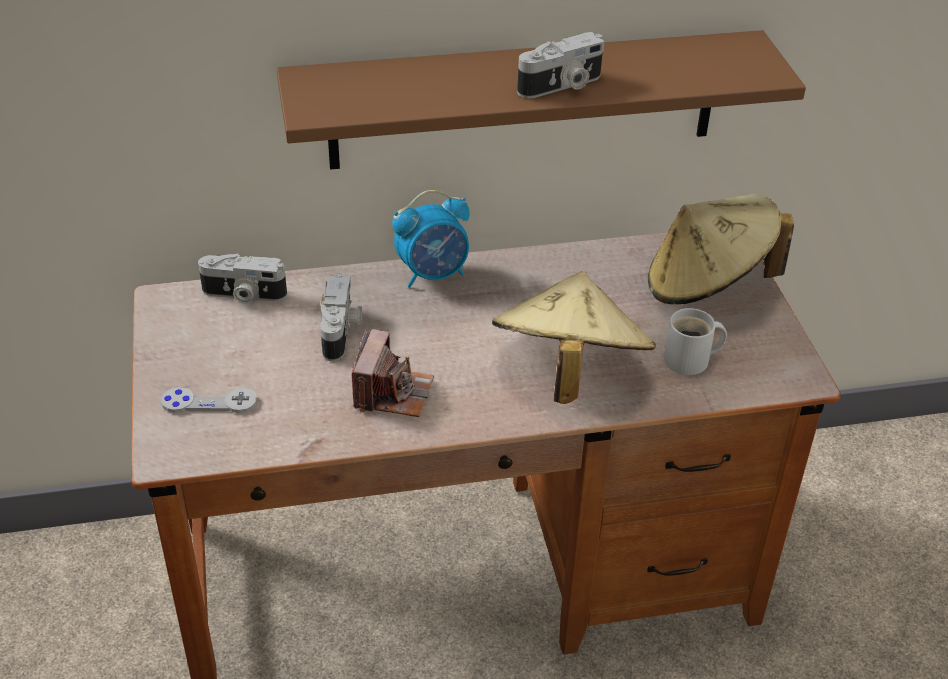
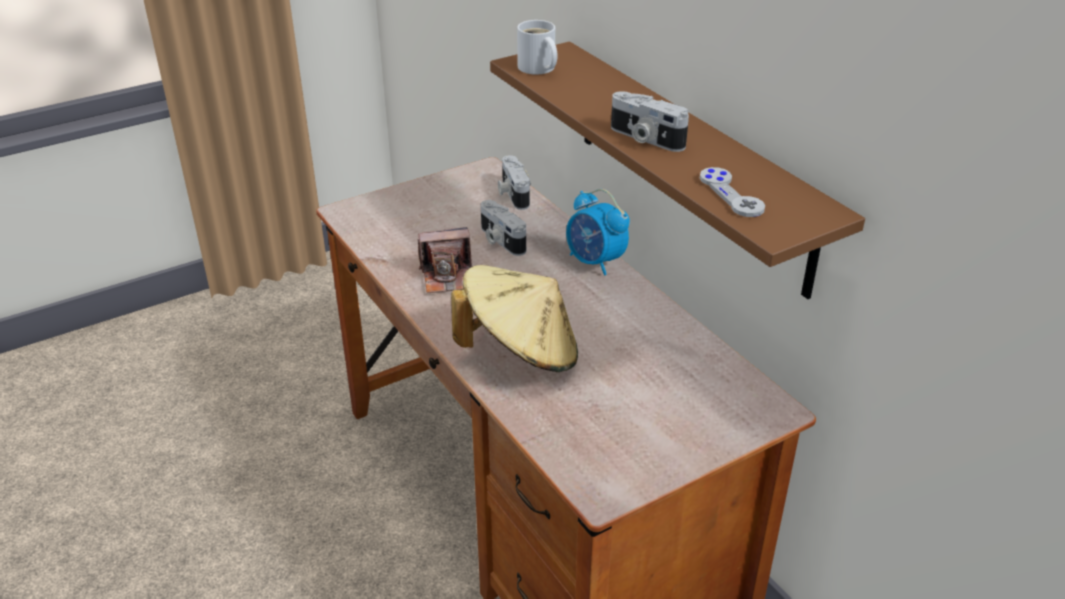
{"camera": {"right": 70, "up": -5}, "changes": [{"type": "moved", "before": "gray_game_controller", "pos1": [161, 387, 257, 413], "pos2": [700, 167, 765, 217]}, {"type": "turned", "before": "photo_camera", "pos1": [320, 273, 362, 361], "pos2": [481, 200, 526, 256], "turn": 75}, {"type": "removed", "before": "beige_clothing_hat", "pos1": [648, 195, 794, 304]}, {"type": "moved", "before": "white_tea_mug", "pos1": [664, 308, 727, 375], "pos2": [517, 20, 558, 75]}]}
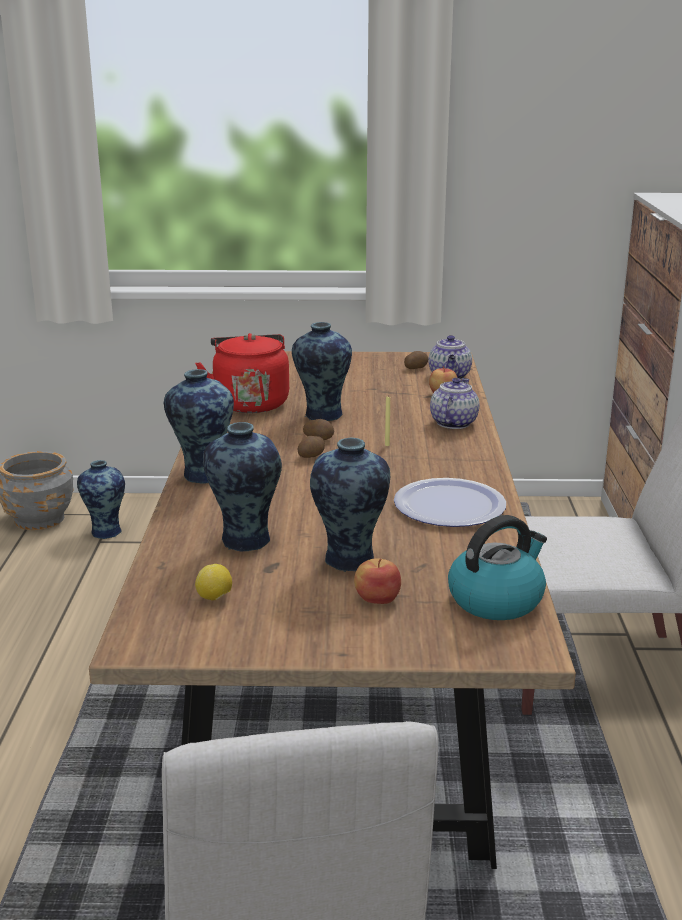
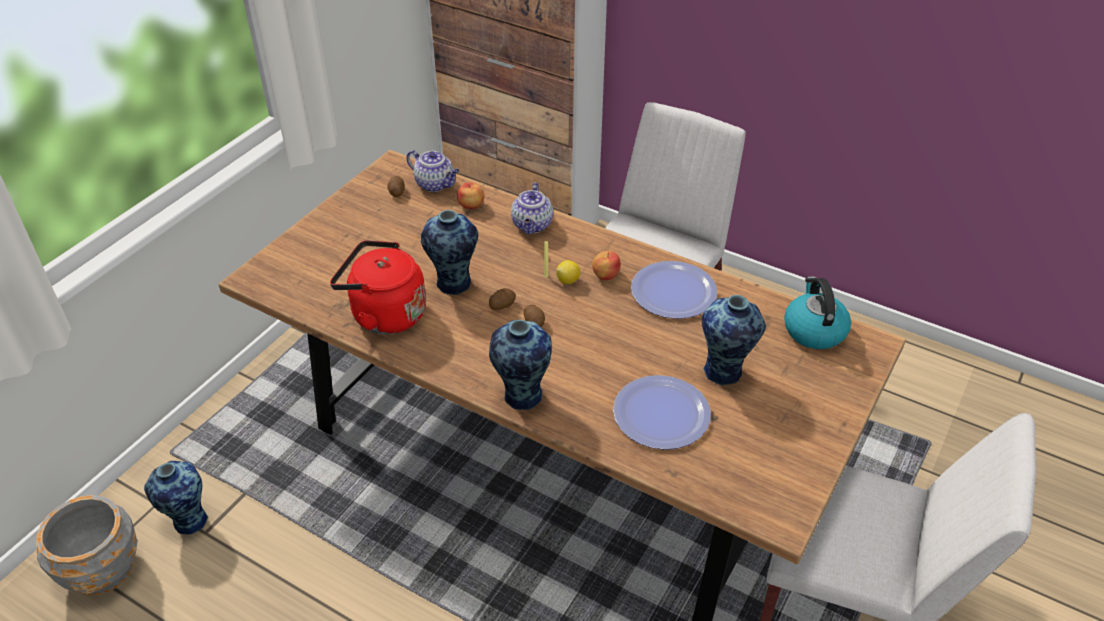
{"camera": {"right": -60, "up": 20}, "changes": [{"type": "moved", "before": "lemon", "pos1": [195, 564, 232, 601], "pos2": [556, 260, 580, 284]}, {"type": "replaced", "before": "decorative_vase", "after": "flat_dish", "pos1": [203, 422, 282, 551], "pos2": [613, 375, 711, 450]}, {"type": "moved", "before": "apple", "pos1": [354, 559, 401, 604], "pos2": [592, 251, 621, 280]}, {"type": "turned", "before": "pot_for_tea", "pos1": [430, 378, 479, 429], "pos2": [511, 182, 553, 234], "turn": -135}]}
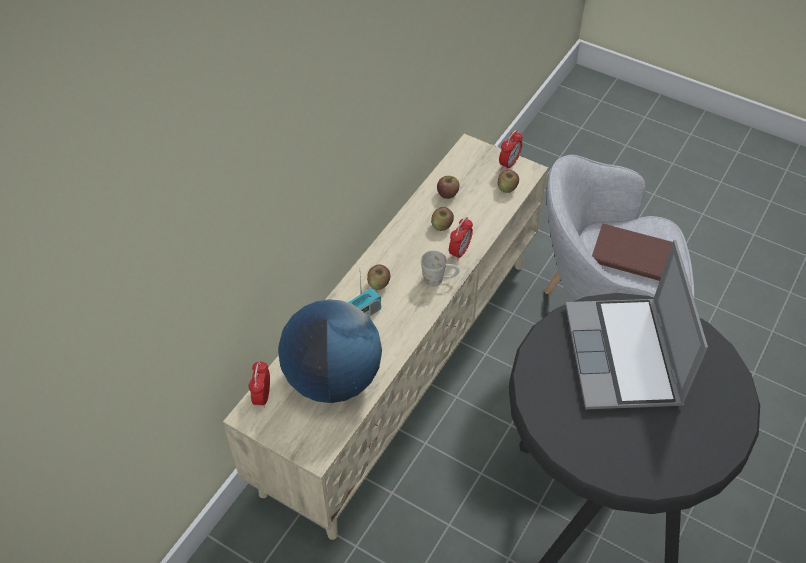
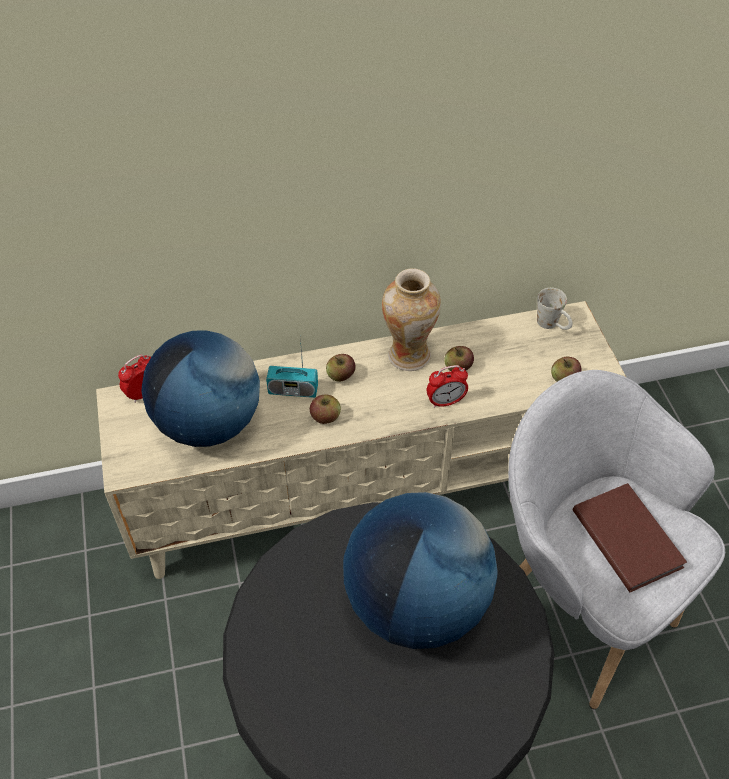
{"camera": {"right": 45, "up": 0}, "changes": [{"type": "moved", "before": "white_tea_mug", "pos1": [421, 250, 459, 287], "pos2": [537, 288, 572, 330]}, {"type": "moved", "before": "apple", "pos1": [437, 176, 460, 199], "pos2": [310, 395, 341, 424]}, {"type": "removed", "before": "alarm_clock", "pos1": [499, 130, 523, 170]}, {"type": "replaced", "before": "portable_computer", "after": "world_globe", "pos1": [565, 240, 708, 410], "pos2": [343, 492, 498, 649]}, {"type": "added", "after": "decorative_vase", "pos2": [382, 268, 441, 371]}]}
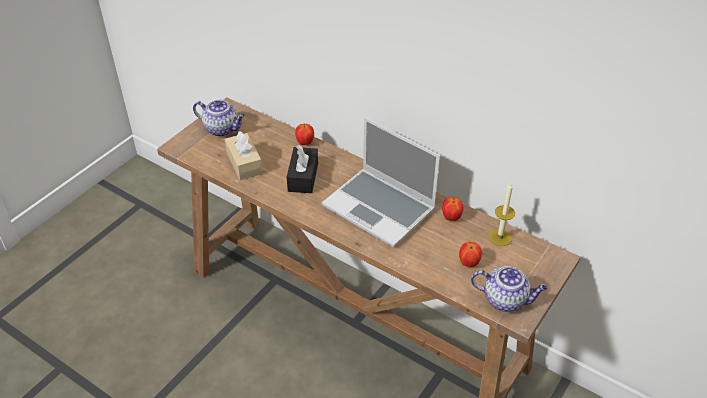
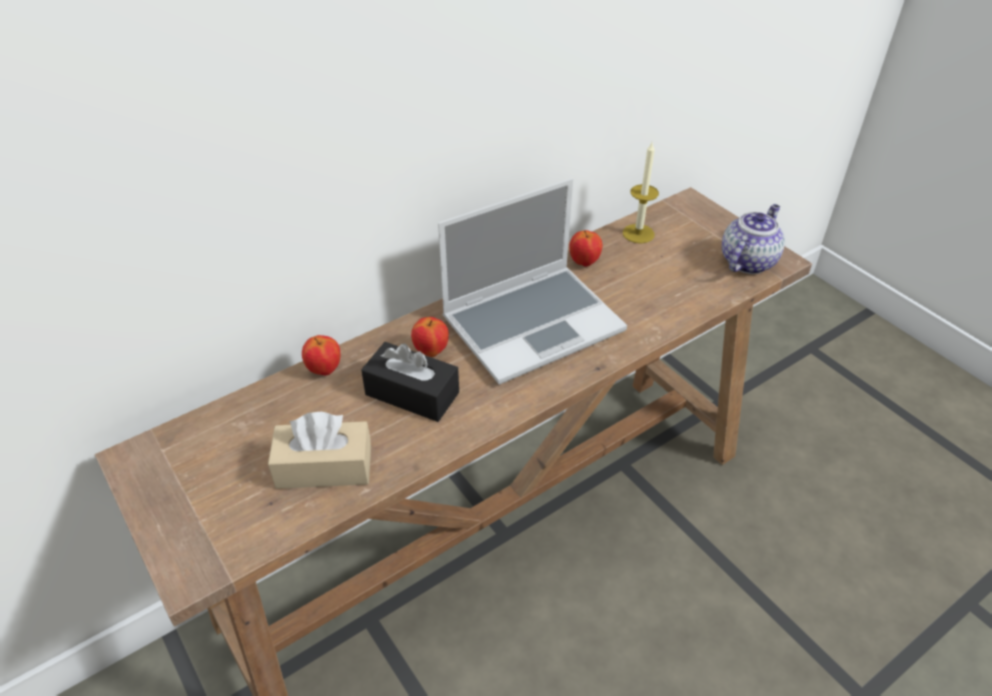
{"camera": {"right": -70, "up": 0}, "changes": [{"type": "removed", "before": "pot_for_tea", "pos1": [193, 100, 245, 137]}, {"type": "moved", "before": "apple", "pos1": [459, 242, 482, 267], "pos2": [411, 317, 449, 357]}]}
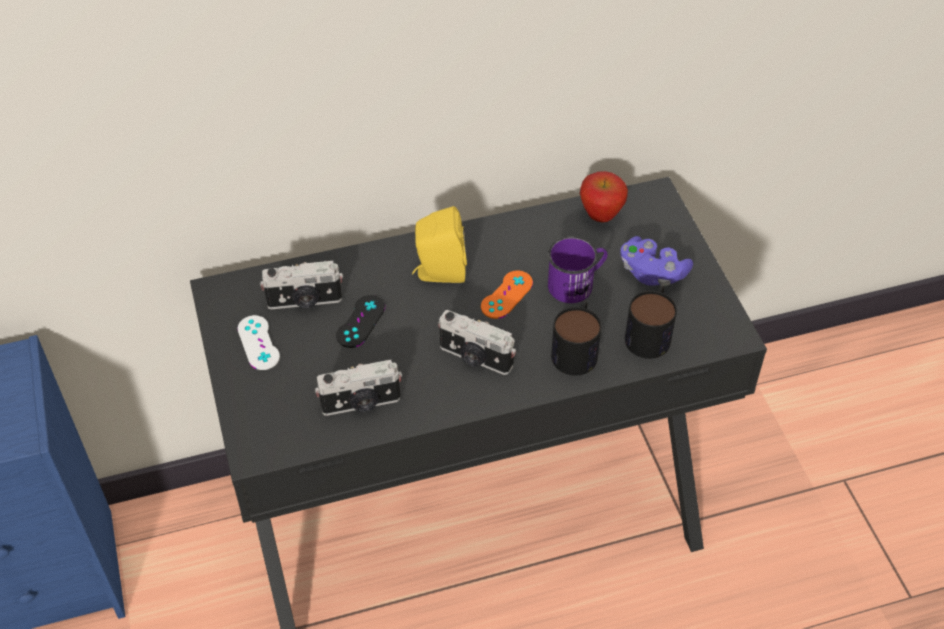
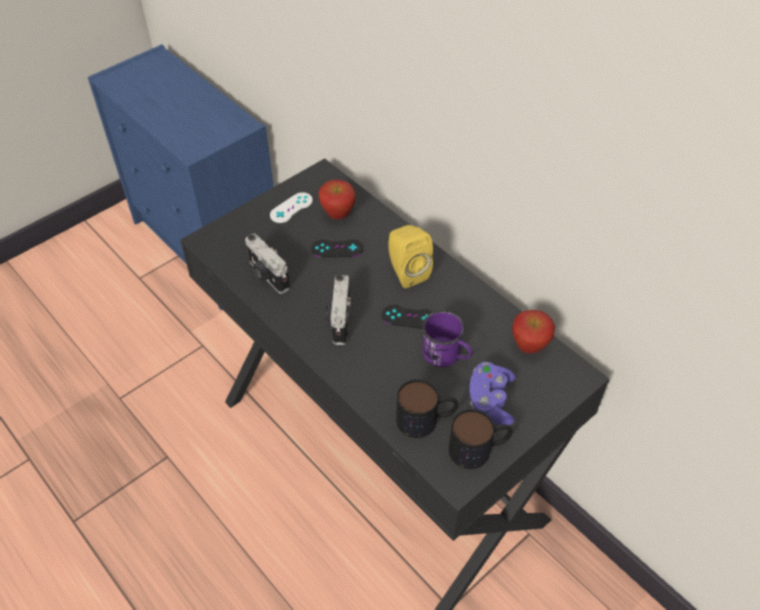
{"camera": {"right": 65, "up": 0}, "changes": [{"type": "replaced", "before": "photo_camera", "after": "apple", "pos1": [260, 260, 343, 309], "pos2": [319, 180, 356, 220]}, {"type": "recoloured", "before": "orangey_game_controller", "after": "blackish_game_controller", "pos1": [481, 271, 533, 319], "pos2": [382, 305, 433, 329]}, {"type": "moved", "before": "tea_mug", "pos1": [551, 301, 601, 376], "pos2": [449, 409, 512, 469]}]}
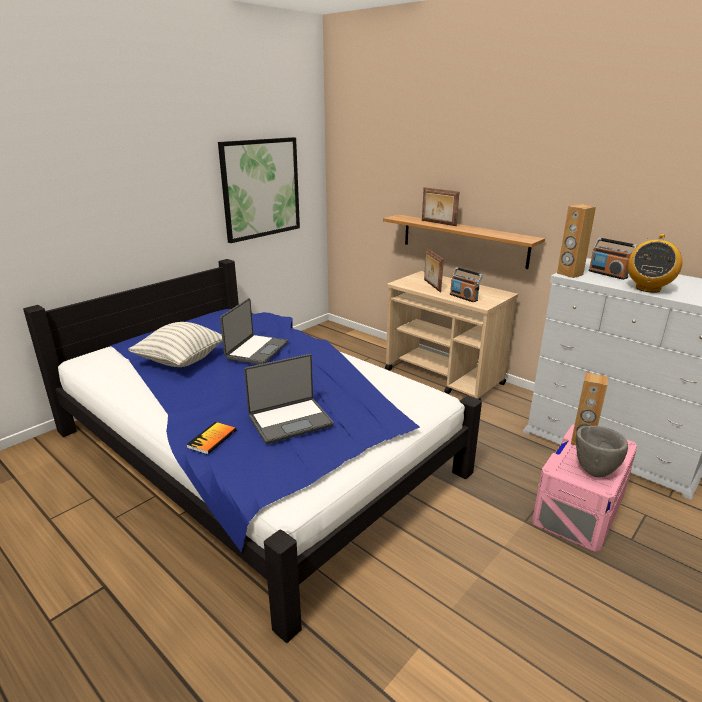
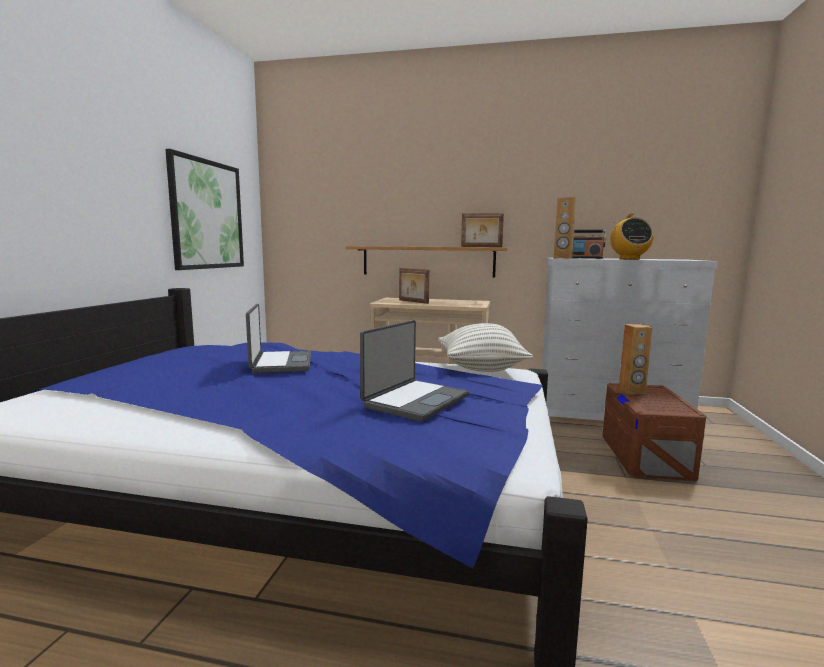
{"camera": {"right": -30, "up": -15}, "changes": [{"type": "moved", "before": "pillow", "pos1": [128, 322, 223, 367], "pos2": [439, 323, 533, 372]}, {"type": "removed", "before": "volume", "pos1": [186, 422, 236, 455]}, {"type": "moved", "before": "standing_frame", "pos1": [422, 187, 459, 226], "pos2": [461, 213, 504, 247]}, {"type": "removed", "before": "radio_set", "pos1": [450, 267, 483, 302]}, {"type": "recoloured", "before": "pinkish_storage_container", "after": "brown_storage_container", "pos1": [532, 424, 637, 552], "pos2": [603, 383, 706, 481]}, {"type": "removed", "before": "gray_serving_bowl", "pos1": [576, 426, 628, 478]}]}
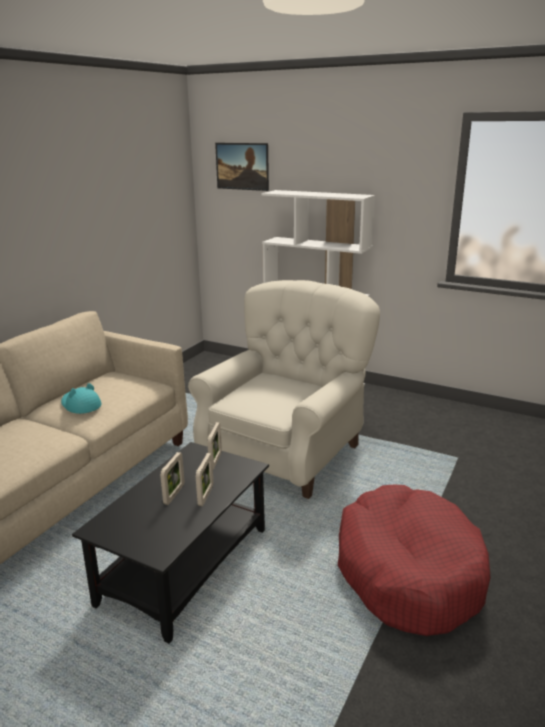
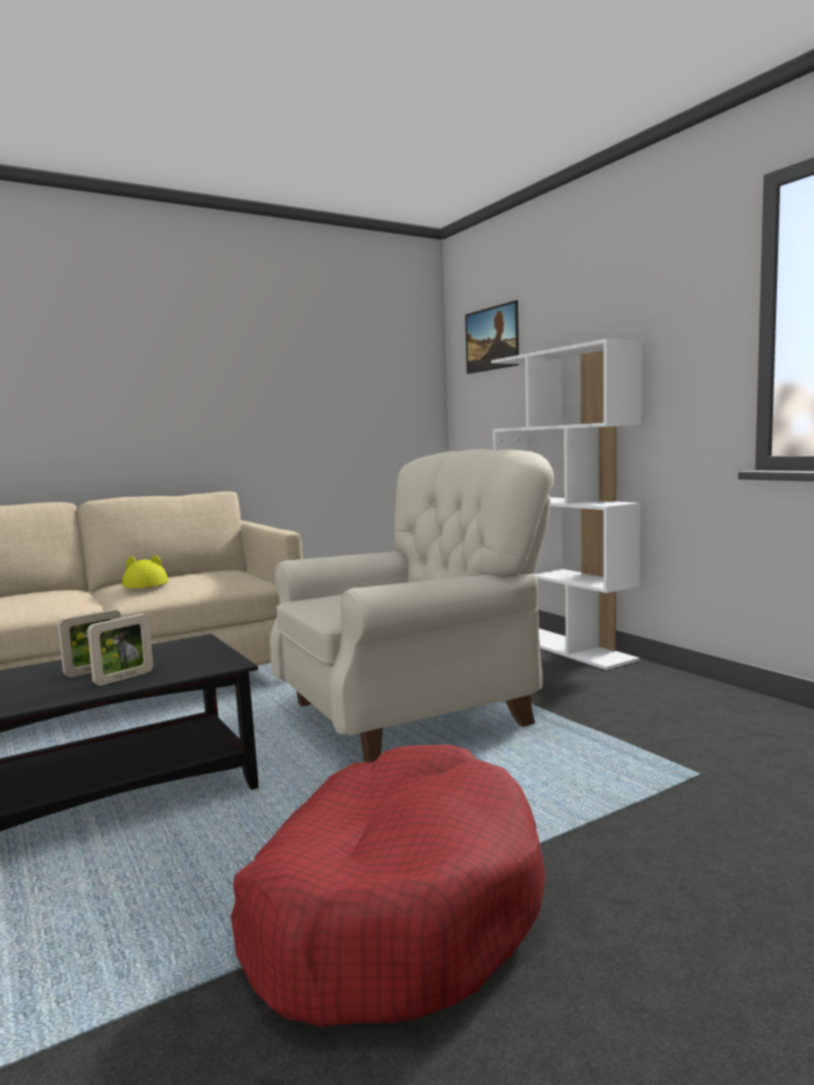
{"camera": {"right": 30, "up": -15}, "changes": [{"type": "recoloured", "before": "turquoise_clothing_hat", "after": "yellowish_clothing_hat", "pos1": [61, 383, 101, 414], "pos2": [122, 555, 168, 588]}, {"type": "removed", "before": "standing_frame", "pos1": [207, 422, 222, 470]}]}
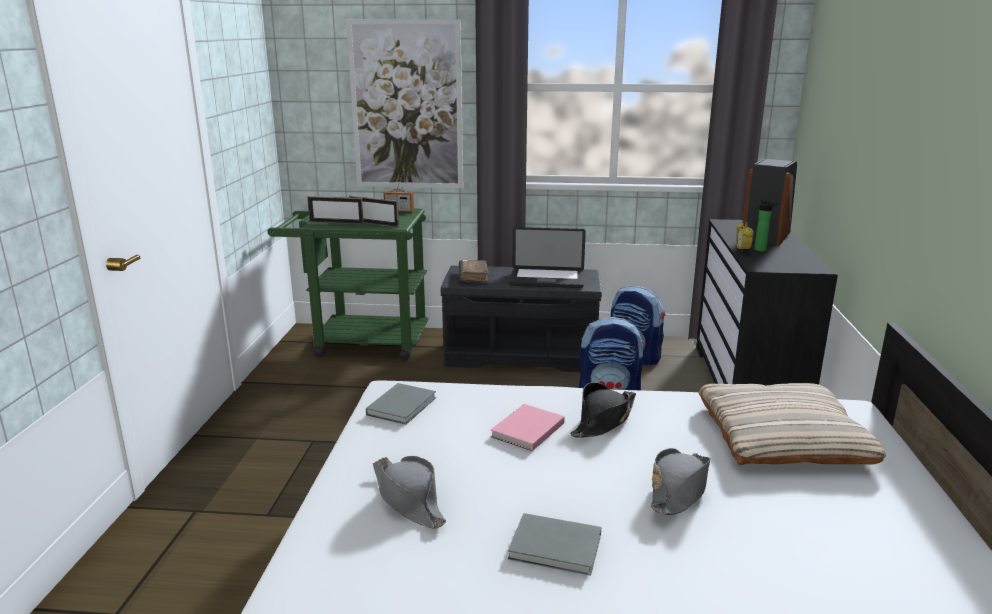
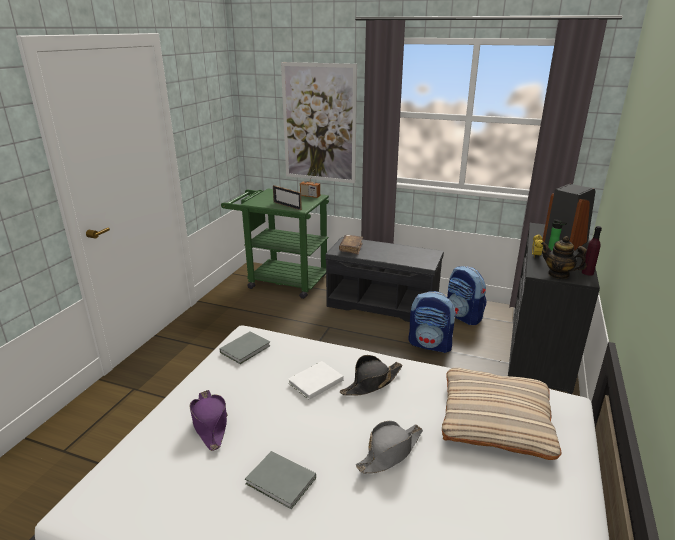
{"camera": {"right": 15, "up": 5}, "changes": [{"type": "removed", "before": "standing_frame", "pos1": [307, 196, 364, 224]}, {"type": "recoloured", "before": "gray_clothing_hat", "after": "purple-coloured_clothing_hat", "pos1": [373, 456, 446, 529], "pos2": [190, 390, 228, 451]}, {"type": "recoloured", "before": "pinkish_volume", "after": "white_volume", "pos1": [490, 404, 565, 451], "pos2": [288, 361, 343, 400]}, {"type": "removed", "before": "portable_computer", "pos1": [509, 227, 586, 288]}, {"type": "added", "after": "pot_for_tea", "pos2": [541, 236, 587, 279]}, {"type": "added", "after": "purple-coloured_beverage_bottle", "pos2": [582, 226, 602, 276]}]}
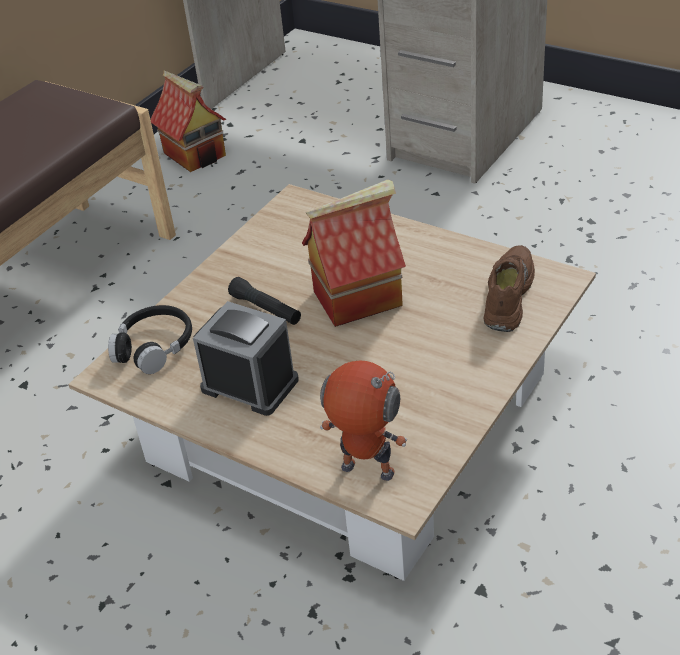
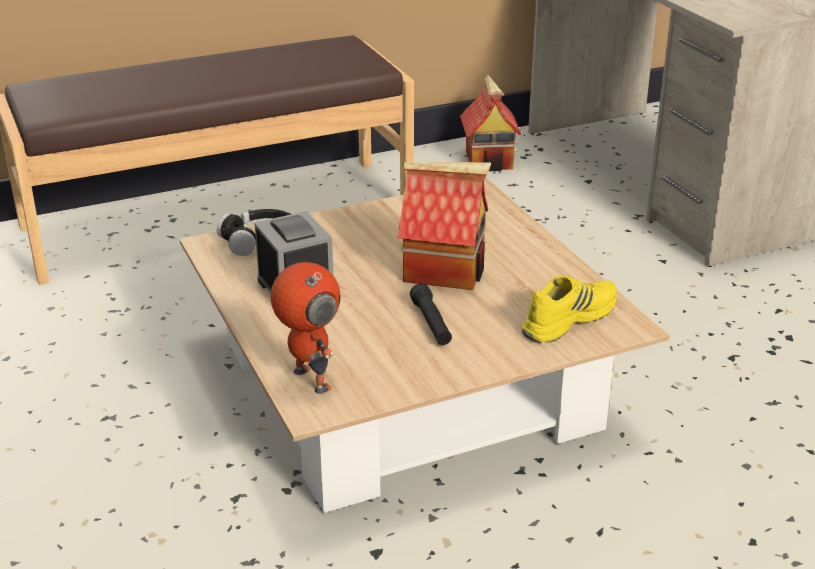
{"camera": {"right": 30, "up": -10}, "changes": [{"type": "moved", "before": "blackish_flashlight", "pos1": [228, 277, 301, 325], "pos2": [410, 283, 452, 345]}, {"type": "recoloured", "before": "brown_item_of_footwear", "after": "yellowish_item_of_footwear", "pos1": [483, 245, 535, 332], "pos2": [521, 276, 617, 343]}]}
